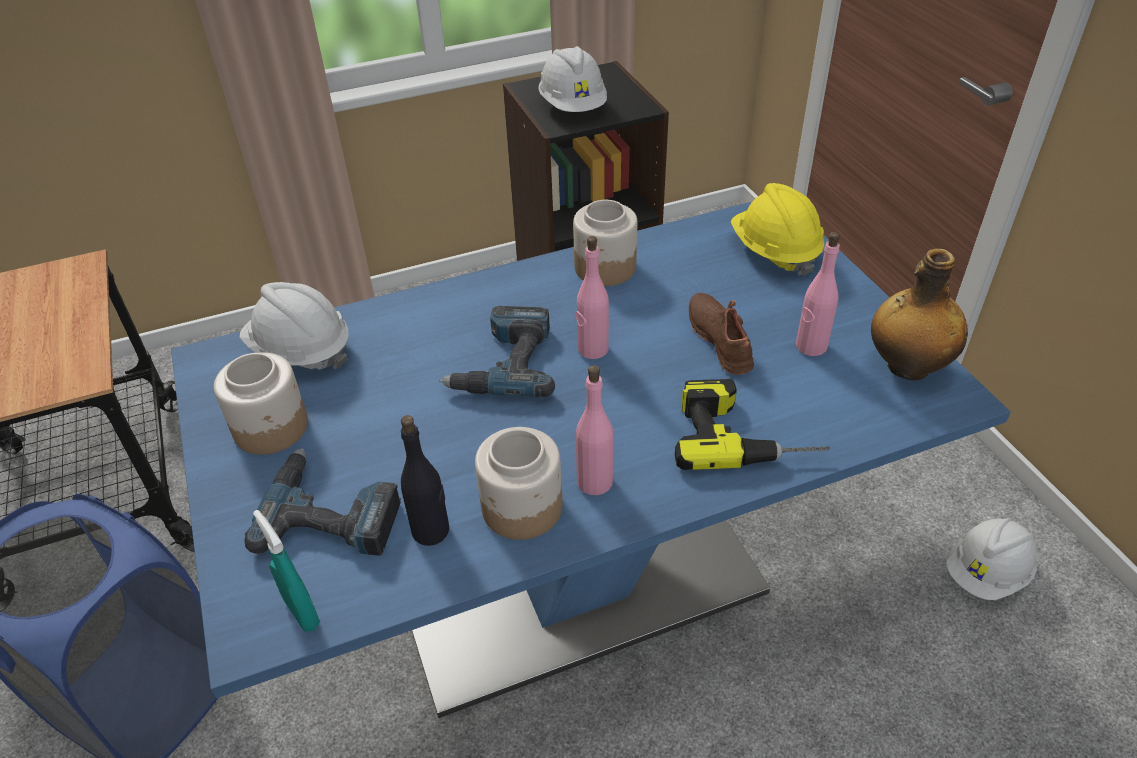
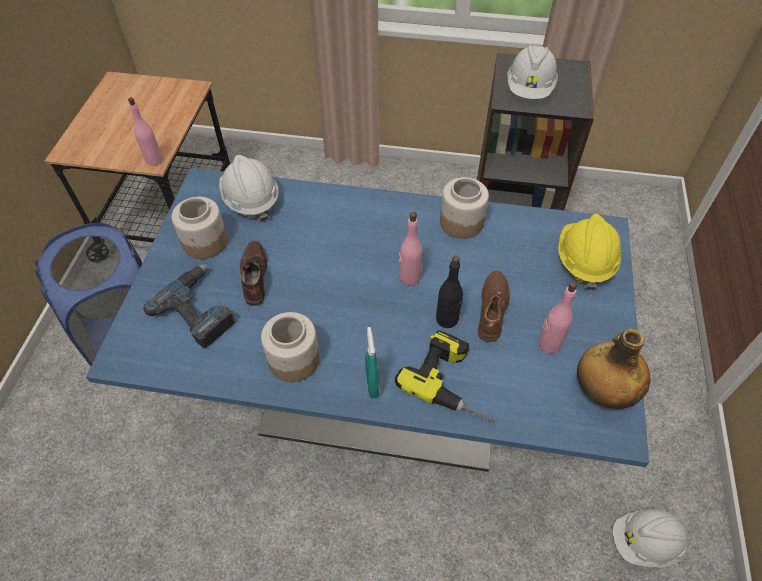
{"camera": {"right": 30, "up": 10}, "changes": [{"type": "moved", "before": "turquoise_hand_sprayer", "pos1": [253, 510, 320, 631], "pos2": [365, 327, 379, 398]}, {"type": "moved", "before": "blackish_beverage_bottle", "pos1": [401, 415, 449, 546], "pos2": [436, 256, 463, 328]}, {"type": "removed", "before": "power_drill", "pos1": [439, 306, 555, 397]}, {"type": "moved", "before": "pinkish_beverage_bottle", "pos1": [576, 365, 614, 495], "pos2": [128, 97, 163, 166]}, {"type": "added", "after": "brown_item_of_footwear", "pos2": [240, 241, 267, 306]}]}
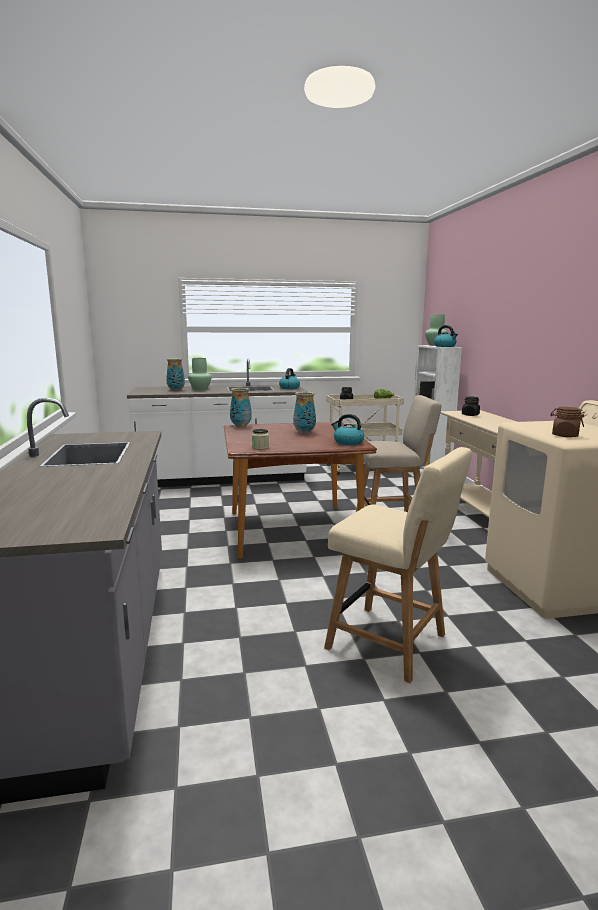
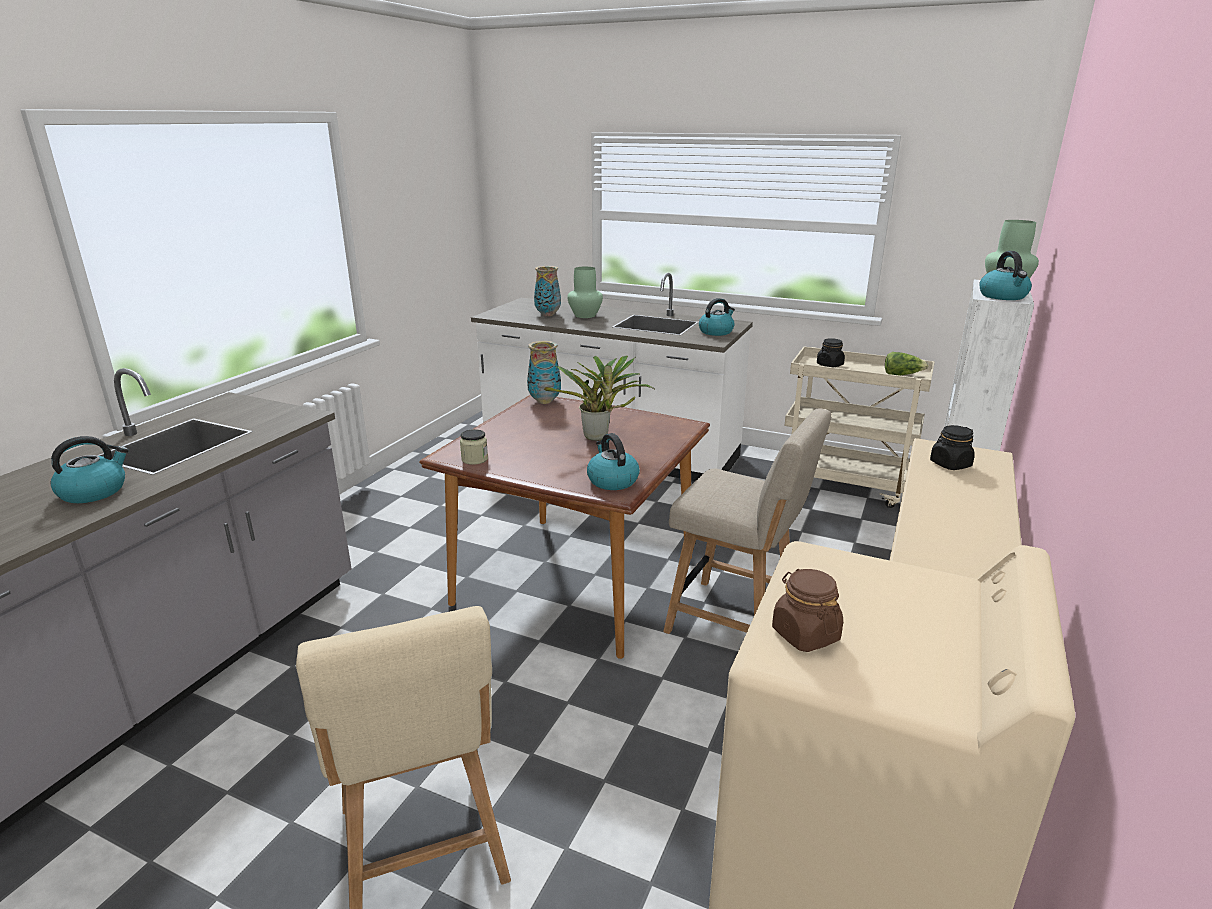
{"camera": {"right": 35, "up": 10}, "changes": [{"type": "replaced", "before": "decorative_vase", "after": "houseplant", "pos1": [293, 392, 316, 434], "pos2": [544, 355, 655, 441]}, {"type": "added", "after": "kettle", "pos2": [51, 436, 129, 503]}]}
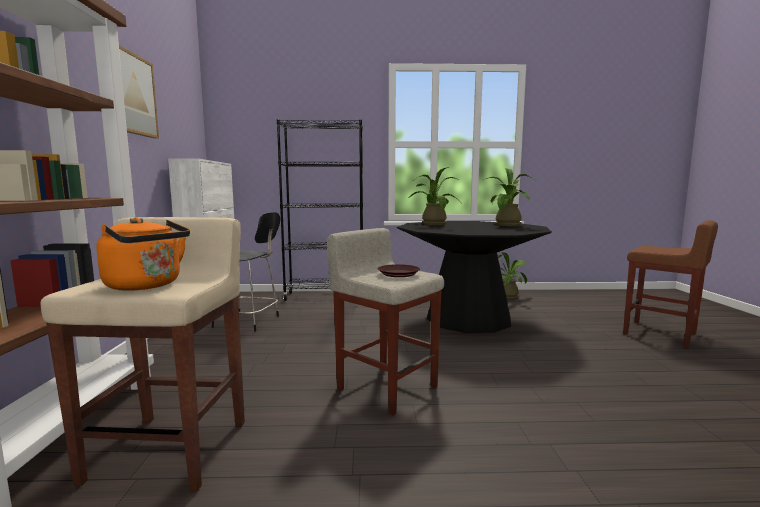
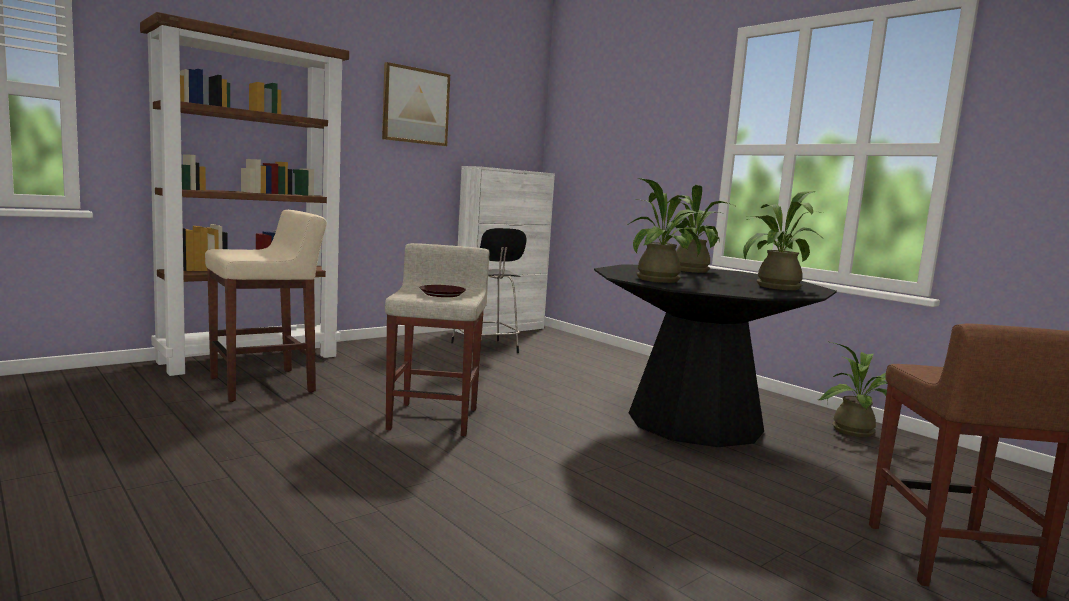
{"camera": {"right": 50, "up": 0}, "changes": [{"type": "removed", "before": "orangey_kettle", "pos1": [97, 218, 190, 291]}, {"type": "removed", "before": "blackish_shelving_unit", "pos1": [277, 119, 363, 301]}, {"type": "added", "after": "houseplant", "pos2": [629, 178, 707, 283]}]}
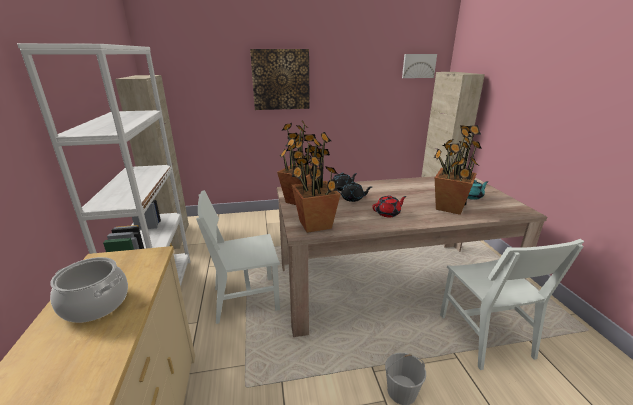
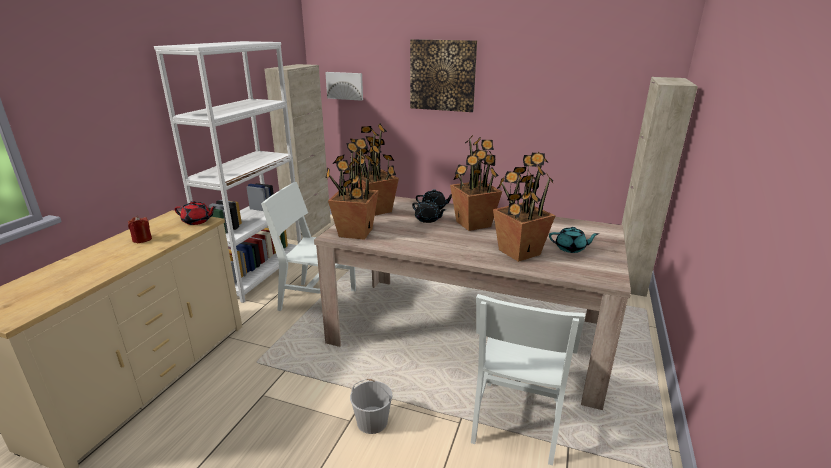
{"camera": {"right": 30, "up": 0}, "changes": [{"type": "replaced", "before": "saucepot", "after": "reddish_wax_candle", "pos1": [50, 257, 128, 323], "pos2": [128, 216, 152, 243]}, {"type": "moved", "before": "reddish_pot_for_tea", "pos1": [372, 195, 407, 217], "pos2": [174, 201, 217, 225]}, {"type": "moved", "before": "picture", "pos1": [402, 54, 437, 78], "pos2": [325, 72, 363, 101]}, {"type": "added", "after": "houseplant", "pos2": [450, 135, 502, 231]}]}
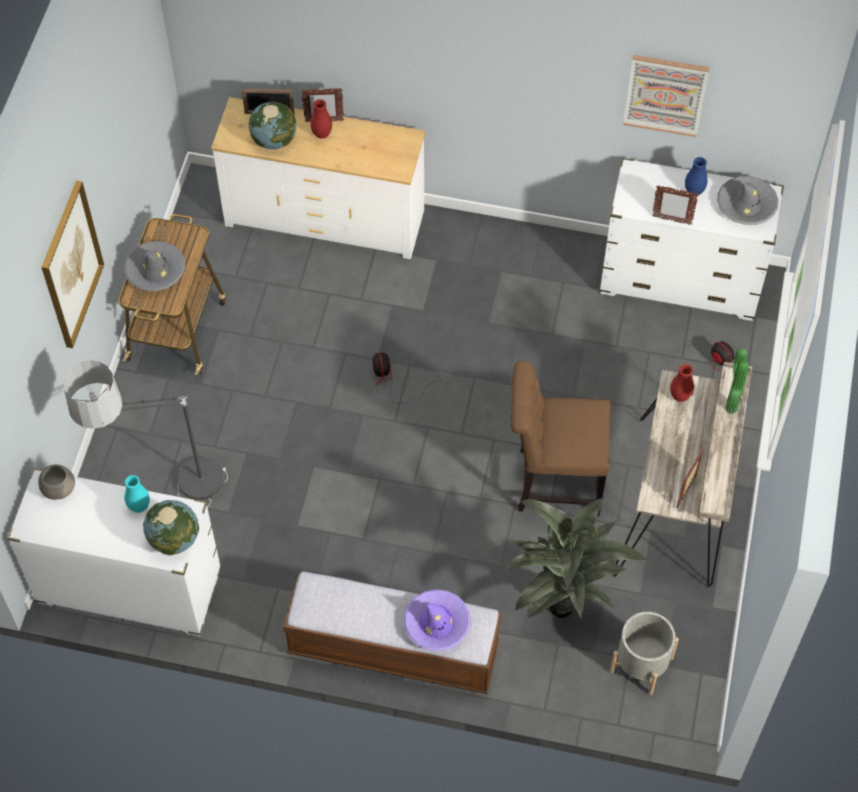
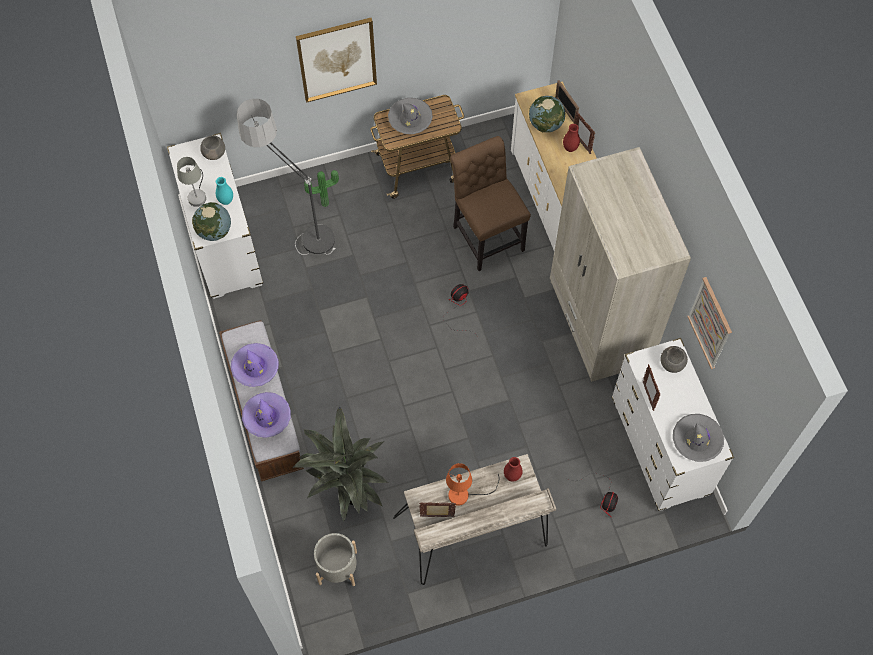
{"camera": {"right": 60, "up": 5}, "changes": [{"type": "moved", "before": "brown_upright_chair", "pos1": [511, 361, 611, 516], "pos2": [450, 136, 531, 271]}, {"type": "removed", "before": "bluish_decorative_vase", "pos1": [685, 157, 708, 195]}, {"type": "moved", "before": "houseplant", "pos1": [726, 348, 749, 414], "pos2": [304, 170, 339, 207]}, {"type": "added", "after": "gray_lamp_for_a_table", "pos2": [177, 157, 206, 207]}, {"type": "added", "after": "purple-coloured_clothing_hat", "pos2": [231, 343, 279, 387]}, {"type": "added", "after": "orangey_lamp_for_a_table", "pos2": [446, 463, 499, 506]}, {"type": "added", "after": "beige_armoire", "pos2": [550, 147, 691, 382]}, {"type": "added", "after": "gray_serving_bowl", "pos2": [660, 346, 688, 373]}]}
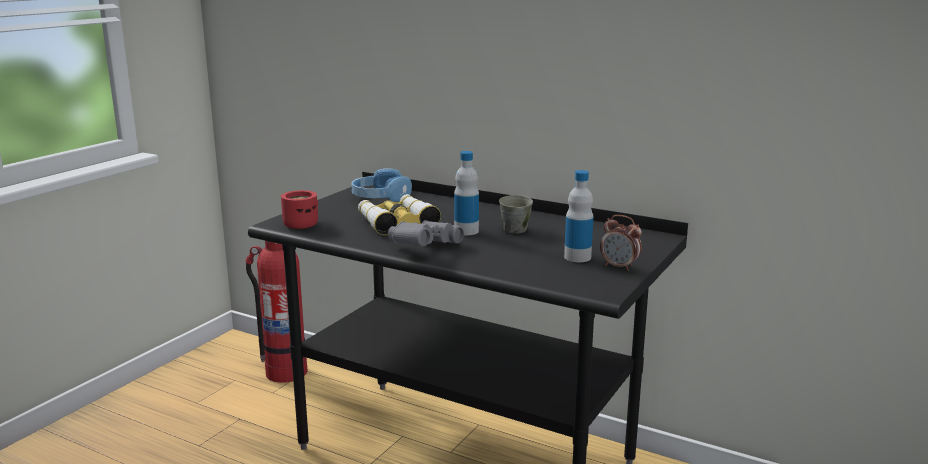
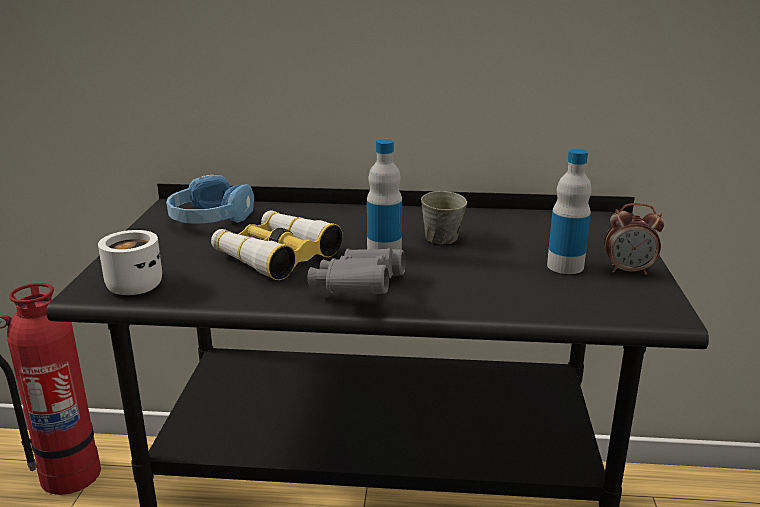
{"camera": {"right": -25, "up": 5}, "changes": [{"type": "recoloured", "before": "reddish_tea_mug", "after": "white_tea_mug", "pos1": [281, 190, 318, 229], "pos2": [98, 230, 162, 295]}]}
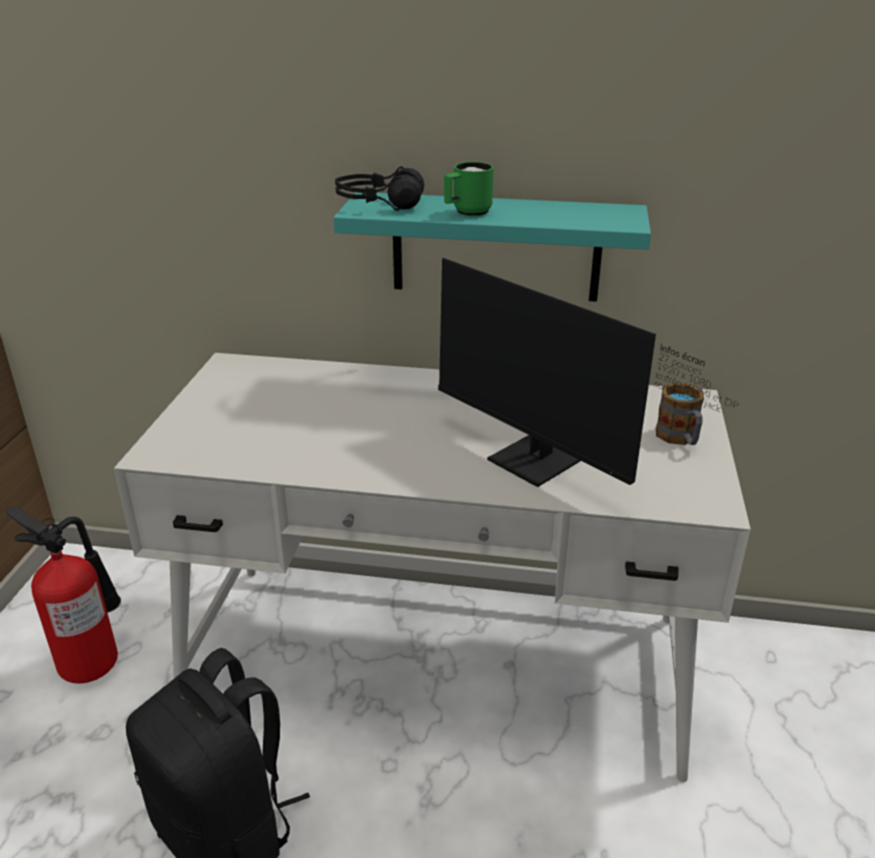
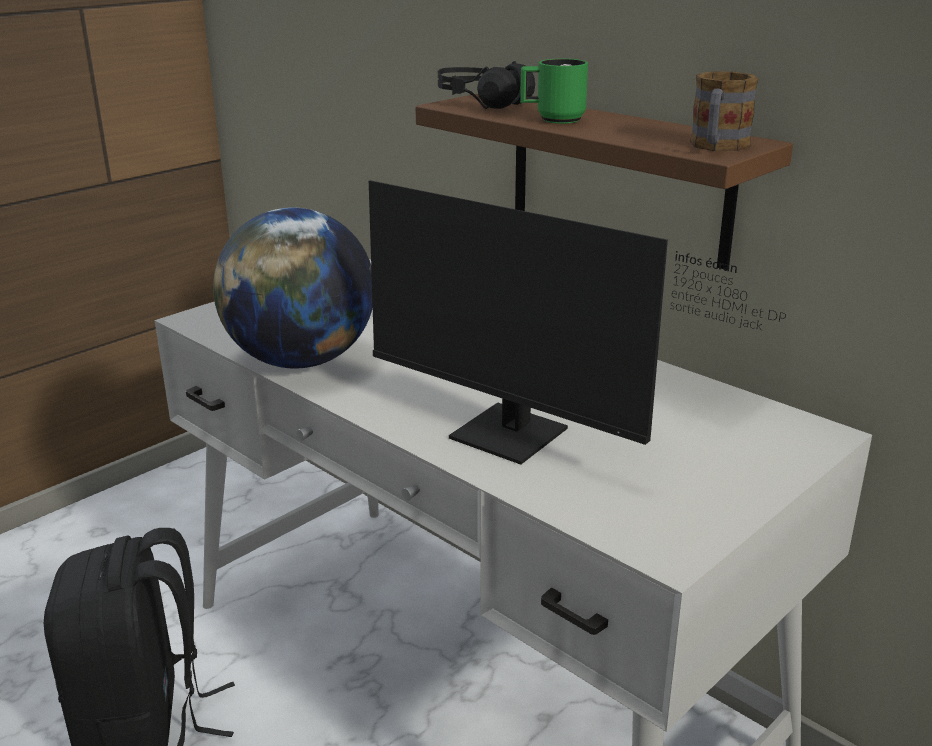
{"camera": {"right": 35, "up": -5}, "changes": [{"type": "removed", "before": "fire_extinguisher", "pos1": [6, 507, 121, 684]}, {"type": "recoloured", "before": "turquoise_shelf", "after": "brown_shelf", "pos1": [333, 192, 651, 302], "pos2": [415, 94, 793, 270]}, {"type": "turned", "before": "computer_screen", "pos1": [438, 258, 738, 487], "pos2": [369, 180, 786, 465], "turn": -45}, {"type": "moved", "before": "tea_mug", "pos1": [656, 383, 704, 445], "pos2": [690, 72, 758, 151]}, {"type": "added", "after": "world_globe", "pos2": [213, 207, 373, 369]}]}
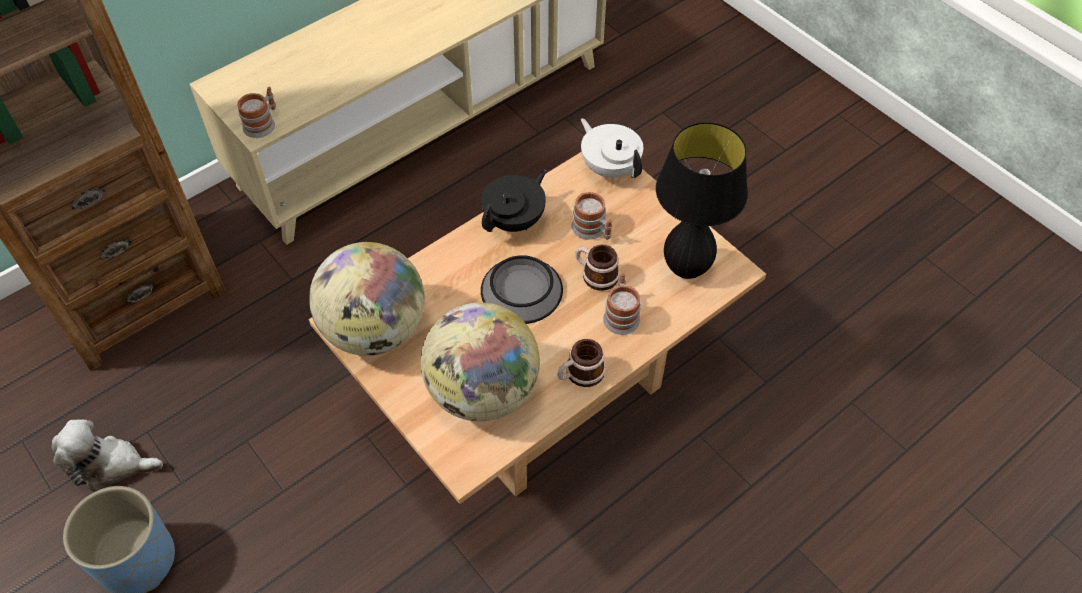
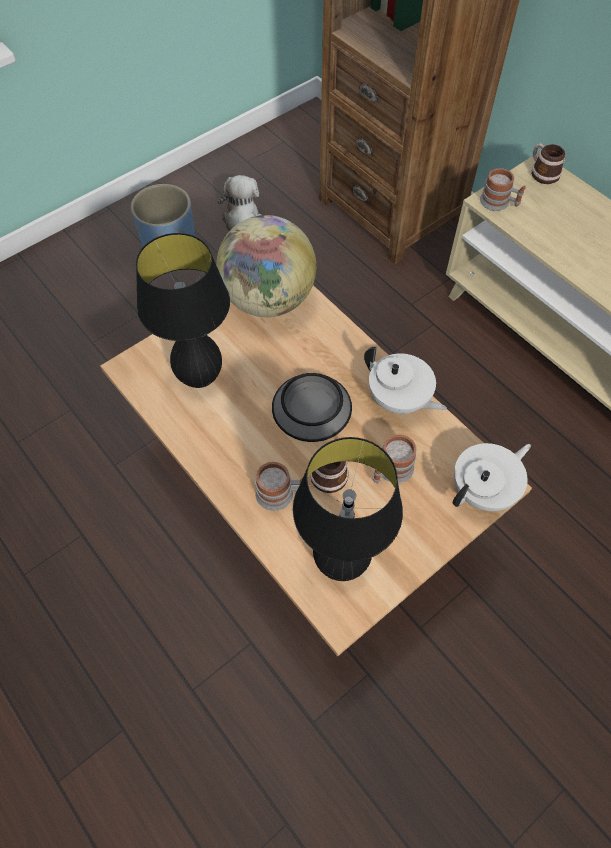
{"camera": {"right": 90, "up": 5}, "changes": [{"type": "replaced", "before": "world_globe", "after": "blackish_lamp_for_a_table", "pos1": [421, 302, 540, 421], "pos2": [136, 233, 230, 388]}, {"type": "recoloured", "before": "blackish_pot_for_tea", "after": "white_pot_for_tea", "pos1": [481, 170, 546, 232], "pos2": [364, 347, 447, 414]}, {"type": "moved", "before": "tea_mug", "pos1": [557, 339, 606, 387], "pos2": [531, 143, 566, 184]}]}
